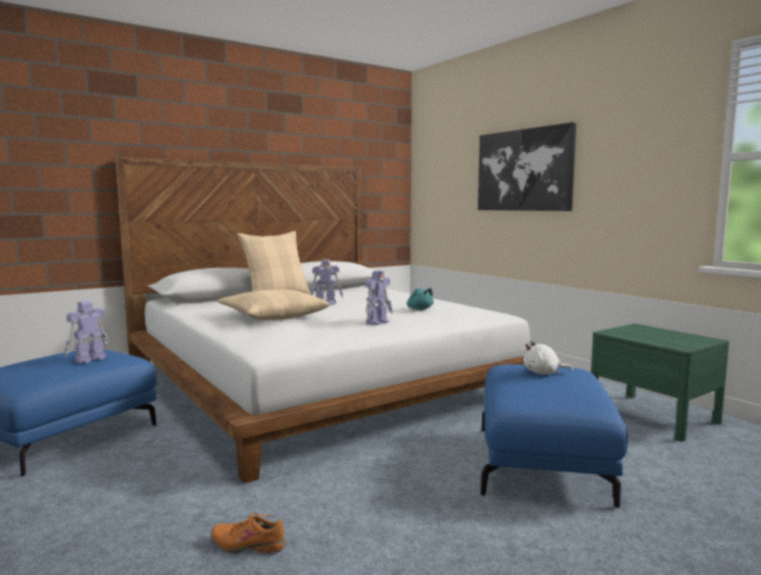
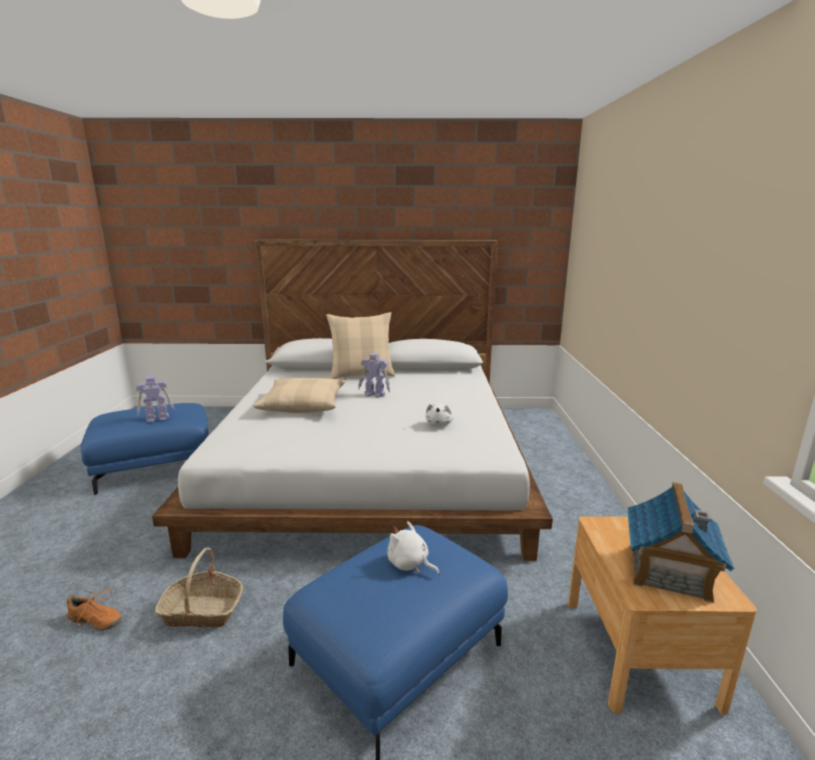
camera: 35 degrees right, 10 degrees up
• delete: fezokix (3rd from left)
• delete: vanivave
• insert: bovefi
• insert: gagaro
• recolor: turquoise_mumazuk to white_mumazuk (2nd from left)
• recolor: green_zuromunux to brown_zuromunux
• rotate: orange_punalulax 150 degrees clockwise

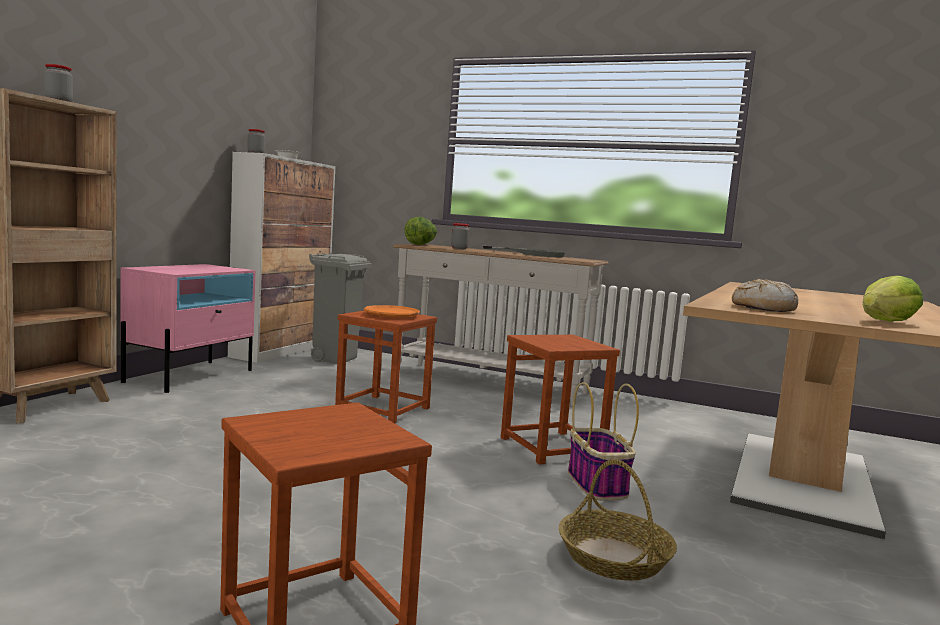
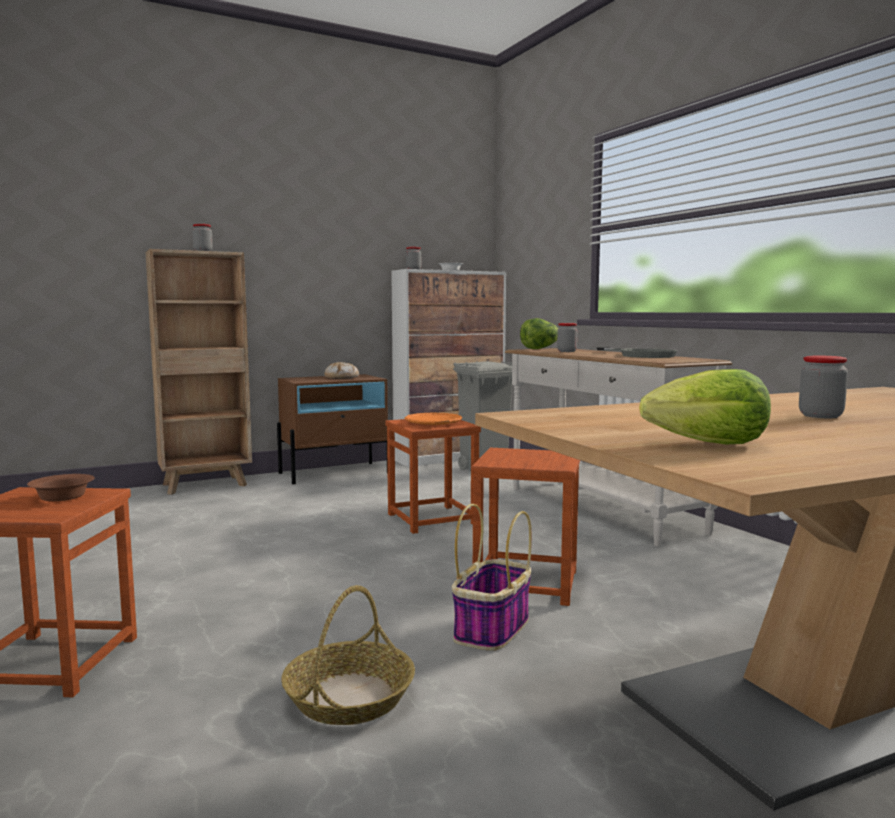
camera: 40 degrees right, 0 degrees up
• insert: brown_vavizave
• insert: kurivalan (4th from left)
• move: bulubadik
• recolor: pink_zuromunux to brown_zuromunux

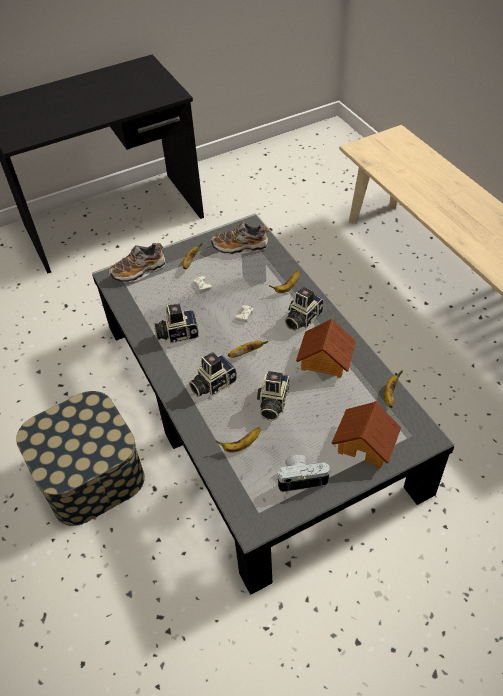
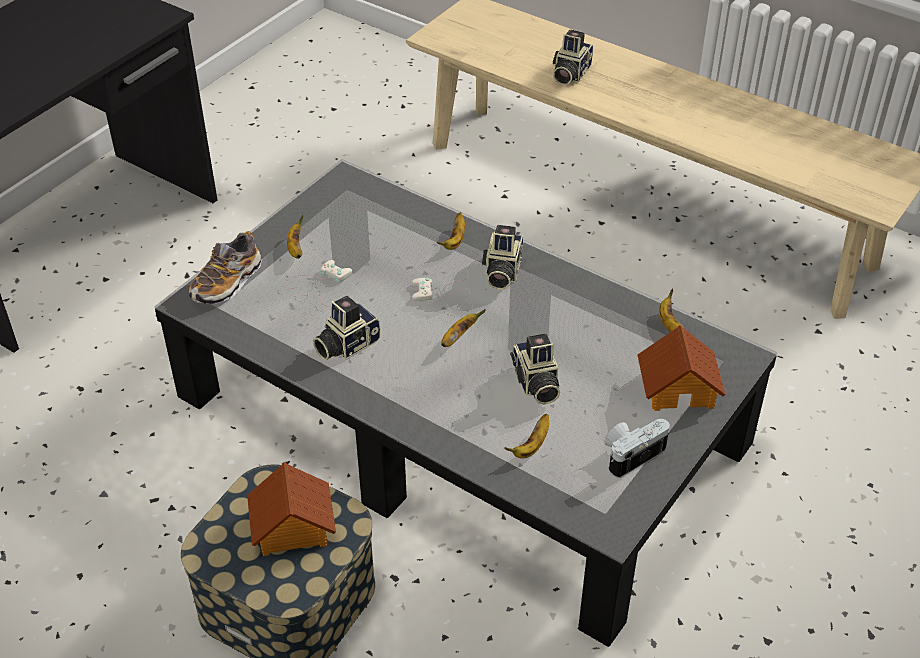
camera: 30 degrees left, 5 degrees down
• delete: punalulax (2nd from left)
• move: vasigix (2nd from left in the first image) to vasigix (4th from left)
• move: gagaro (1st from left)

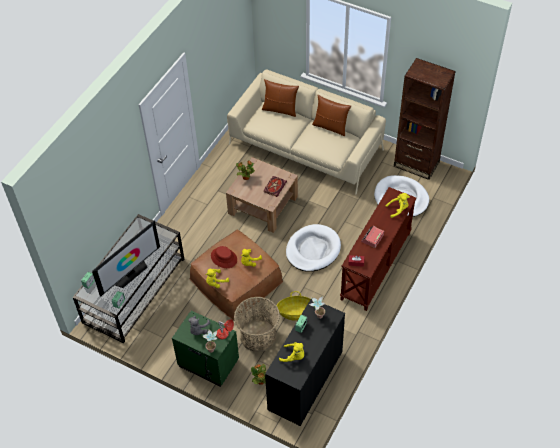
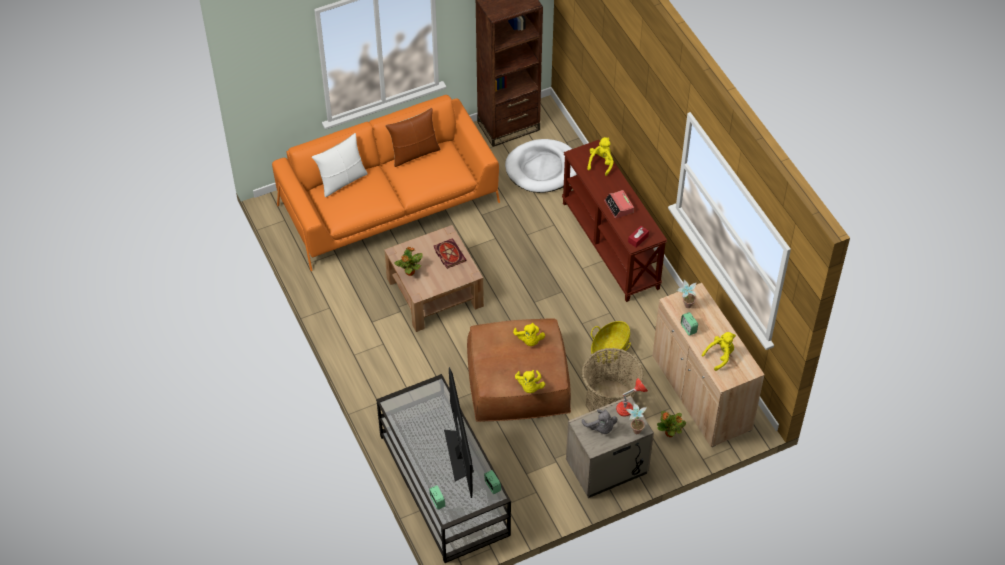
camera: 55 degrees left, 0 degrees up
• delete: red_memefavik
• delete: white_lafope (1st from left)
• recolor: green_zuromunux to beige_zuromunux
• recolor: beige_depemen to orange_depemen
• recolor: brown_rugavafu (1st from left) to white_rugavafu
• recolor: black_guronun to beige_guronun

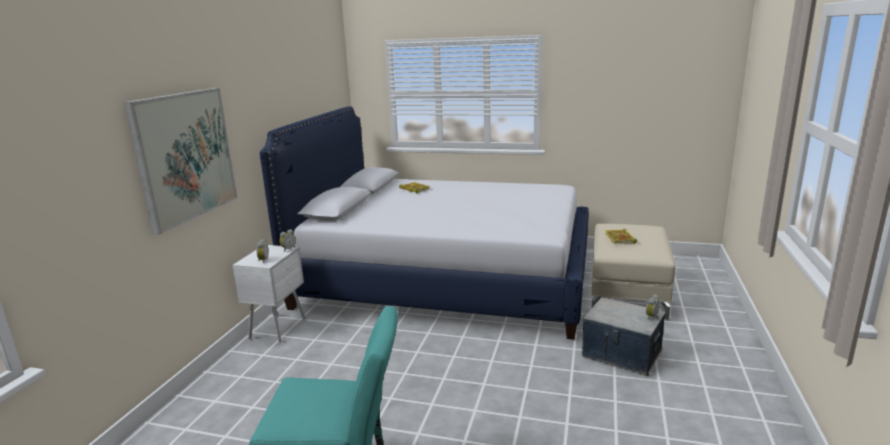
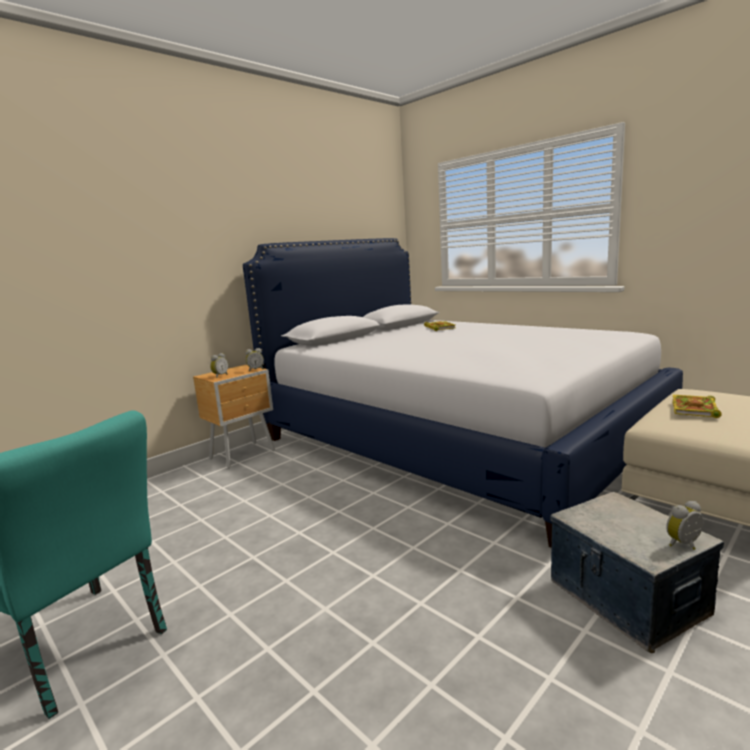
camera: 30 degrees right, 5 degrees down
• delete: vanivave
• recolor: white_zuromunux to brown_zuromunux

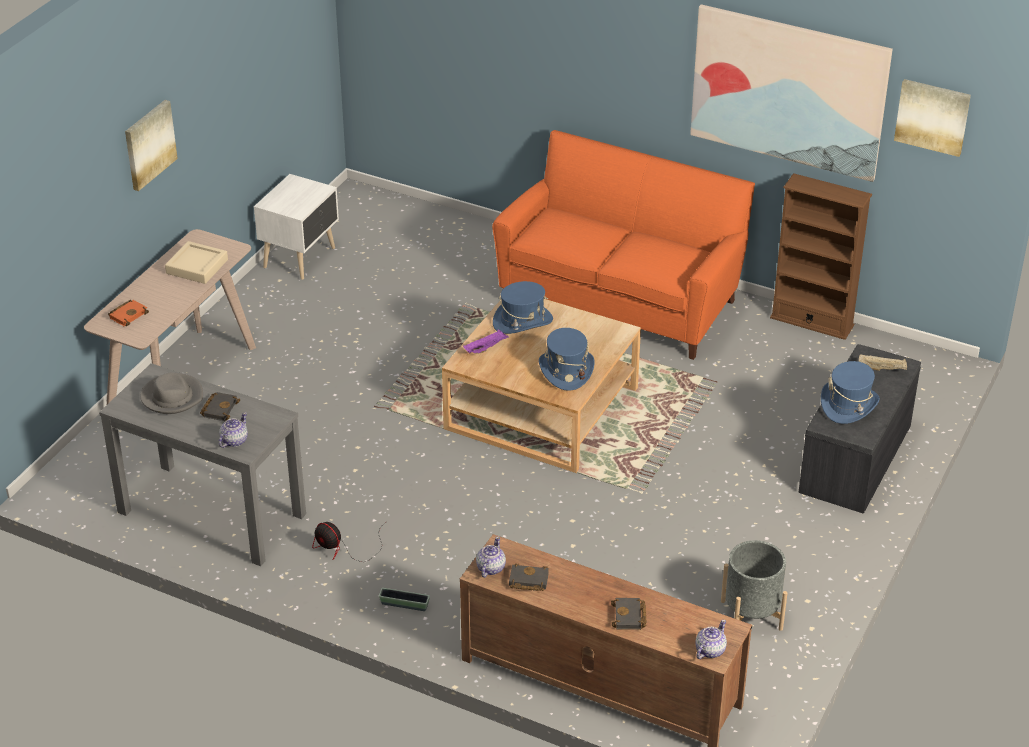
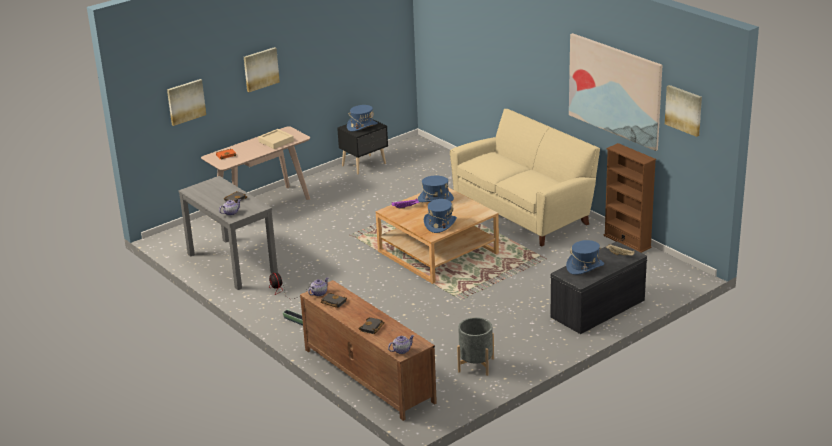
camera: 25 degrees right, 10 degrees down
• delete: grey_memefavik
• insert: vanivave (1st from left)
• insert: blue_memefavik (1st from left)
• recolor: white_zuromunux to black_zuromunux
• recolor: orange_depemen to beige_depemen

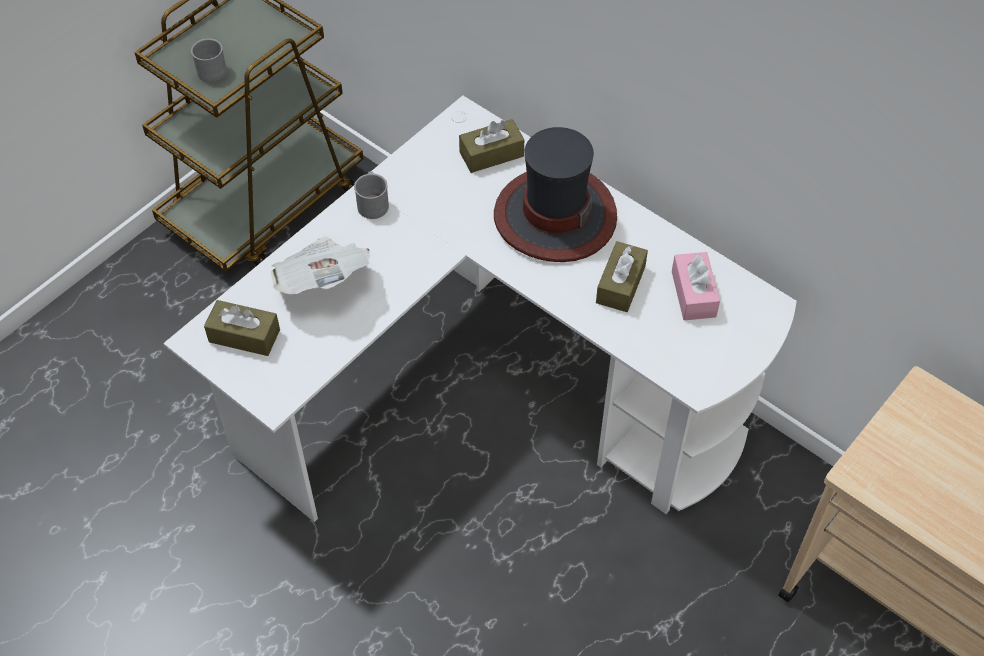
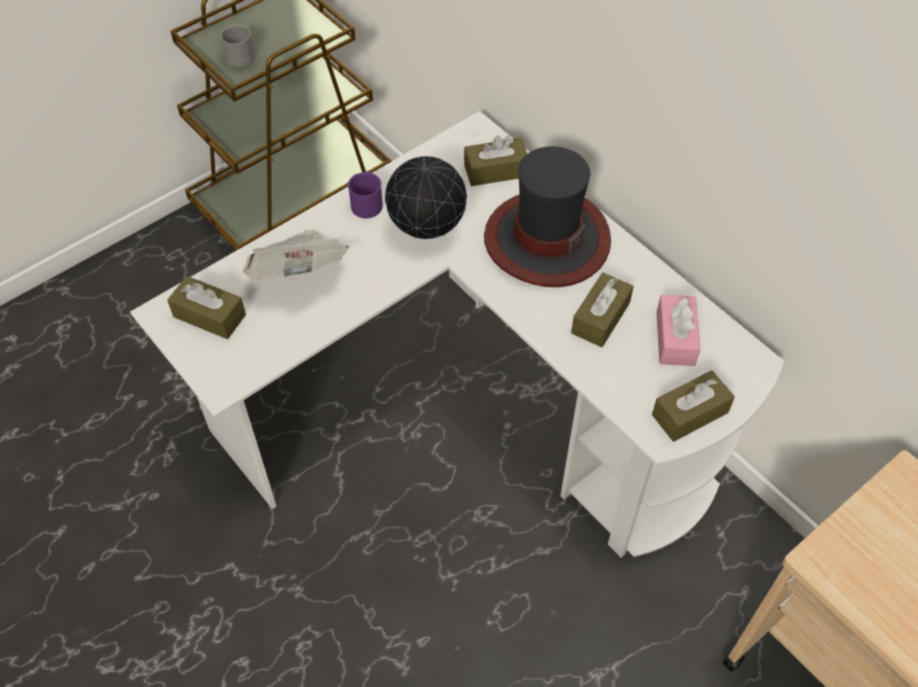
camera: 10 degrees right, 0 degrees up
• insert: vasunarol
• insert: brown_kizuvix (4th from left)
• recolor: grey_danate (2nd from left) to purple_danate

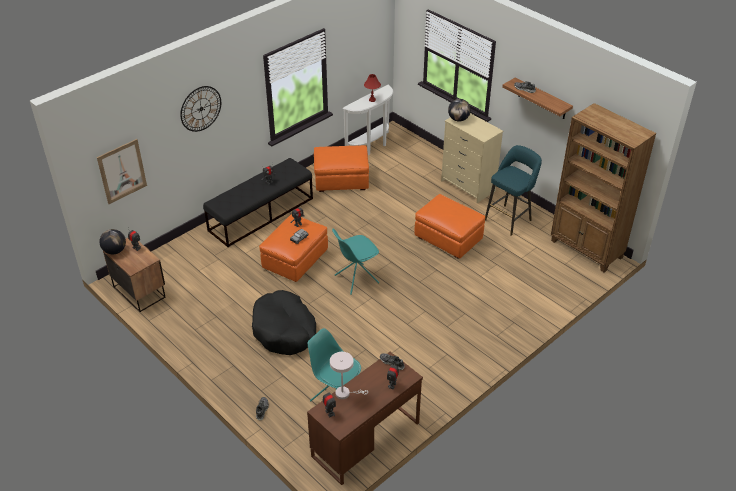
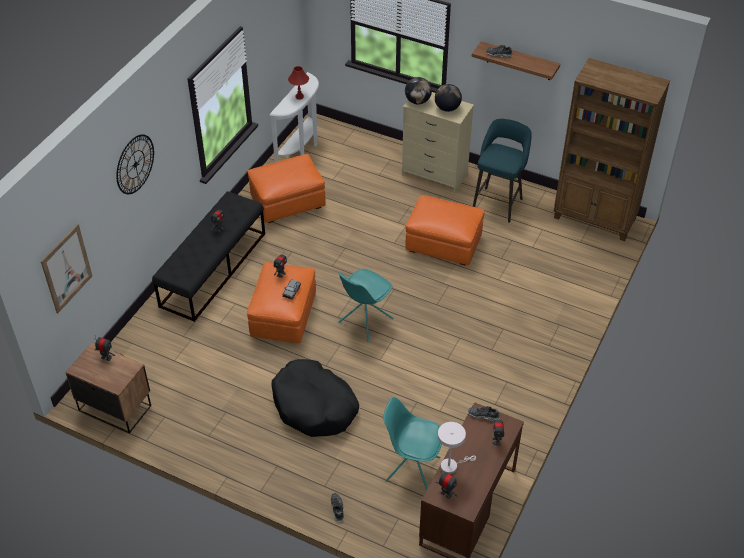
camera: 20 degrees left, 5 degrees up
• move: vasunarol (1st from left in the first image) to vasunarol (2nd from left)

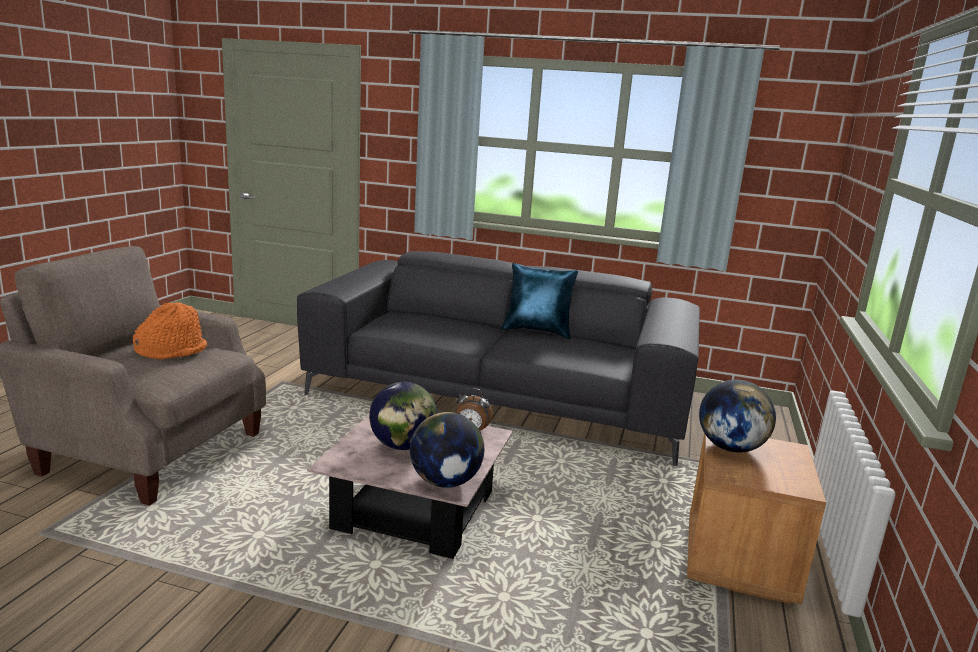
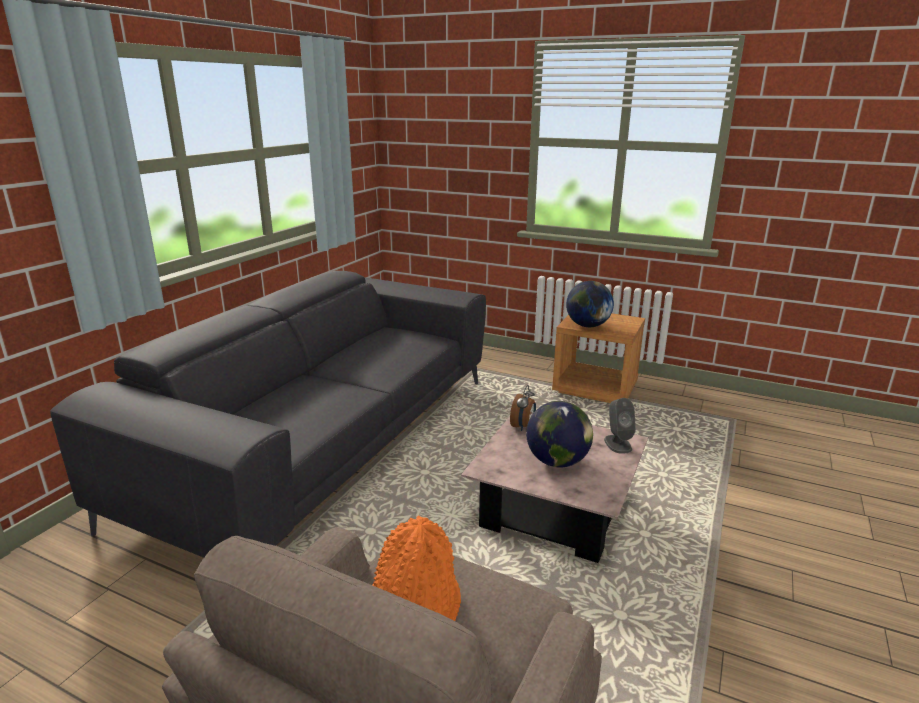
camera: 80 degrees left, 5 degrees up
• delete: blue_rugavafu
• replace: vasunarol (2nd from left) to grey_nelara

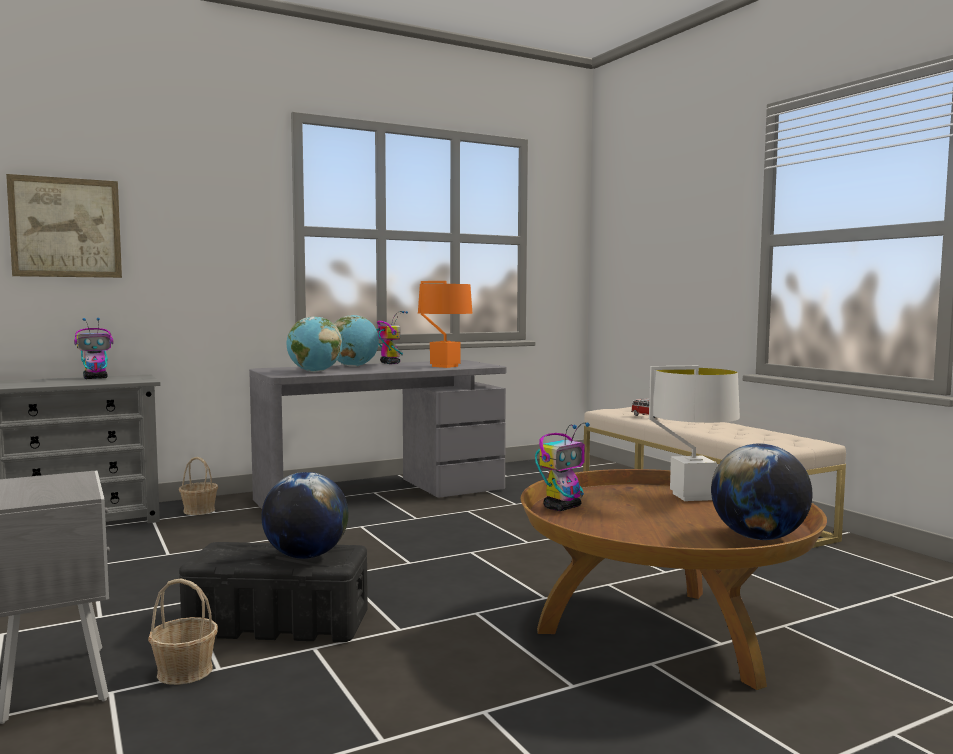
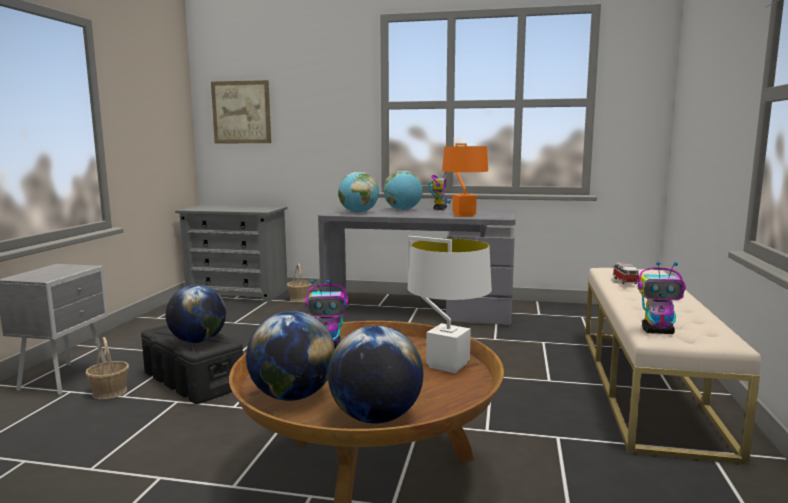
camera: 40 degrees right, 5 degrees up
• insert: vasunarol (2nd from left)
• move: fezokix (1st from left in the first image) to fezokix (3rd from left)

